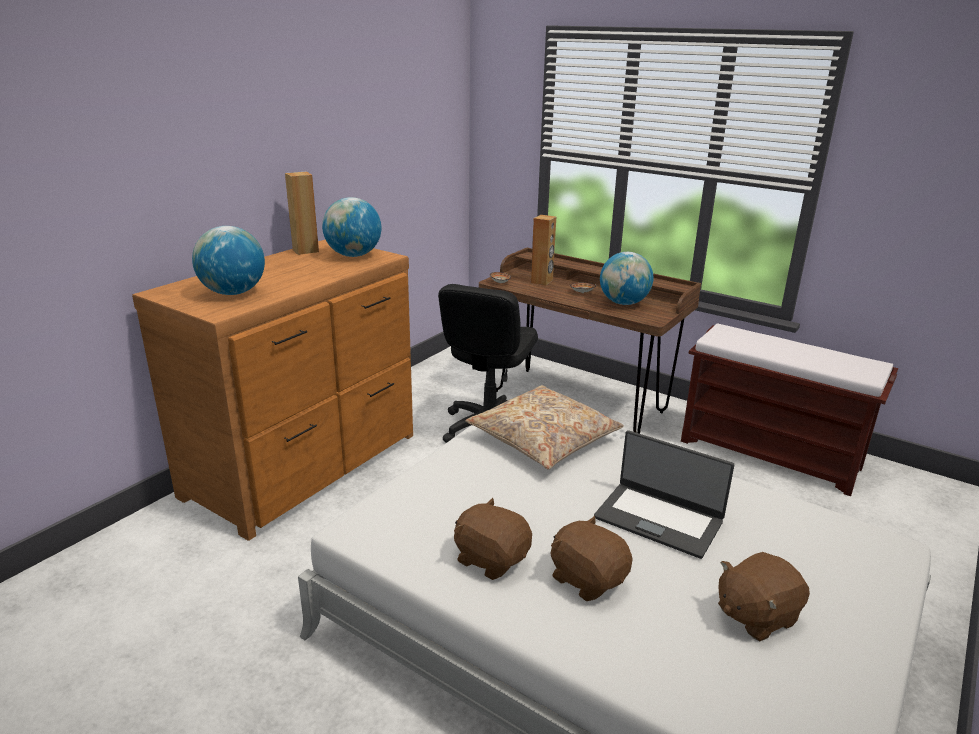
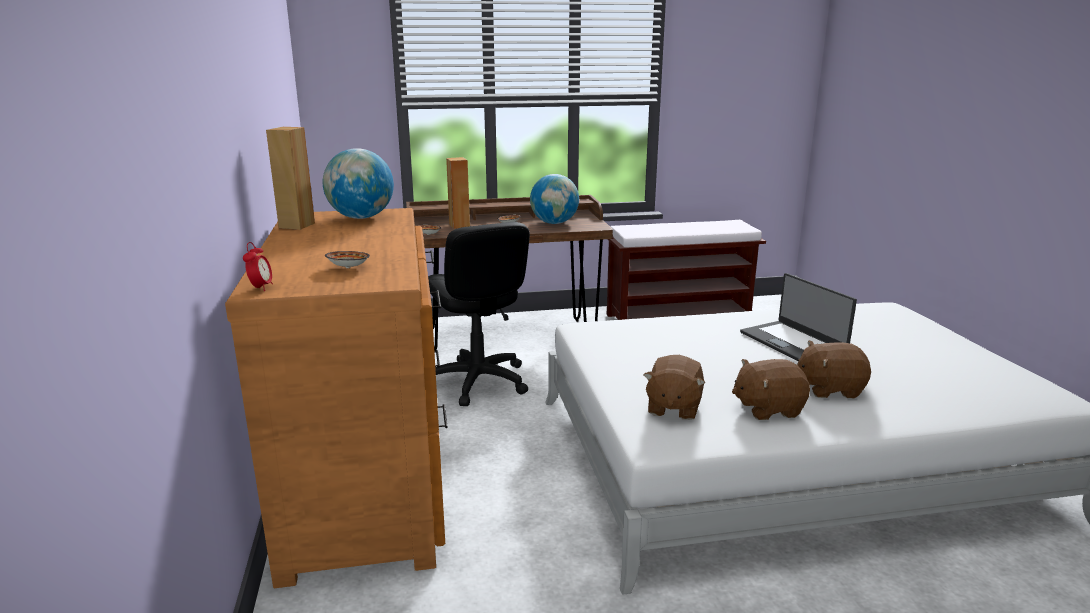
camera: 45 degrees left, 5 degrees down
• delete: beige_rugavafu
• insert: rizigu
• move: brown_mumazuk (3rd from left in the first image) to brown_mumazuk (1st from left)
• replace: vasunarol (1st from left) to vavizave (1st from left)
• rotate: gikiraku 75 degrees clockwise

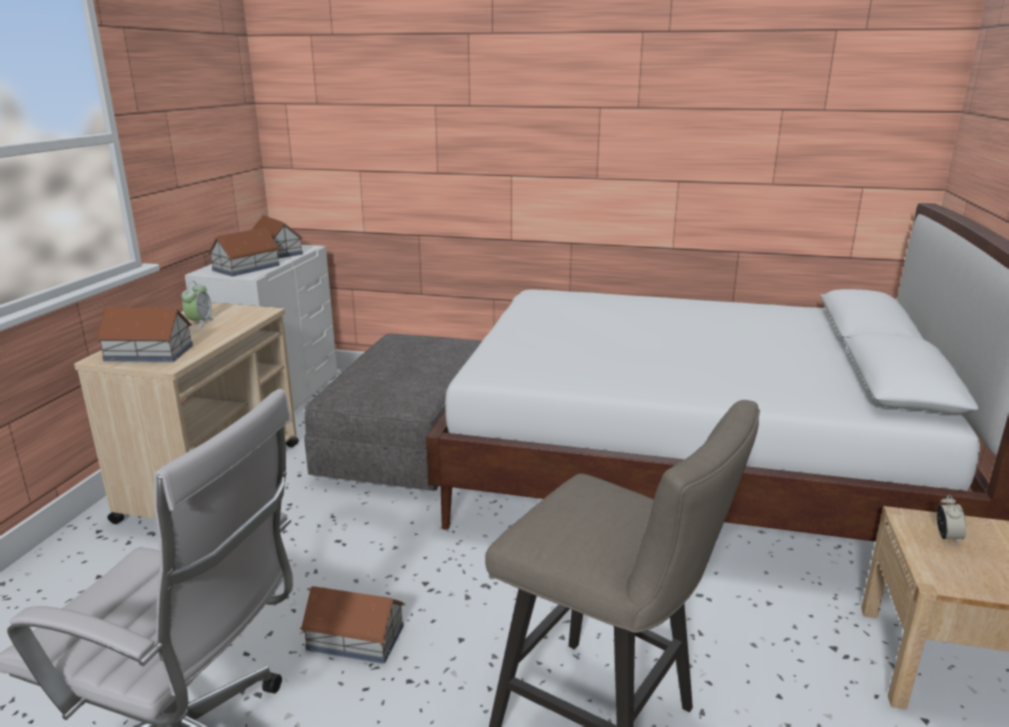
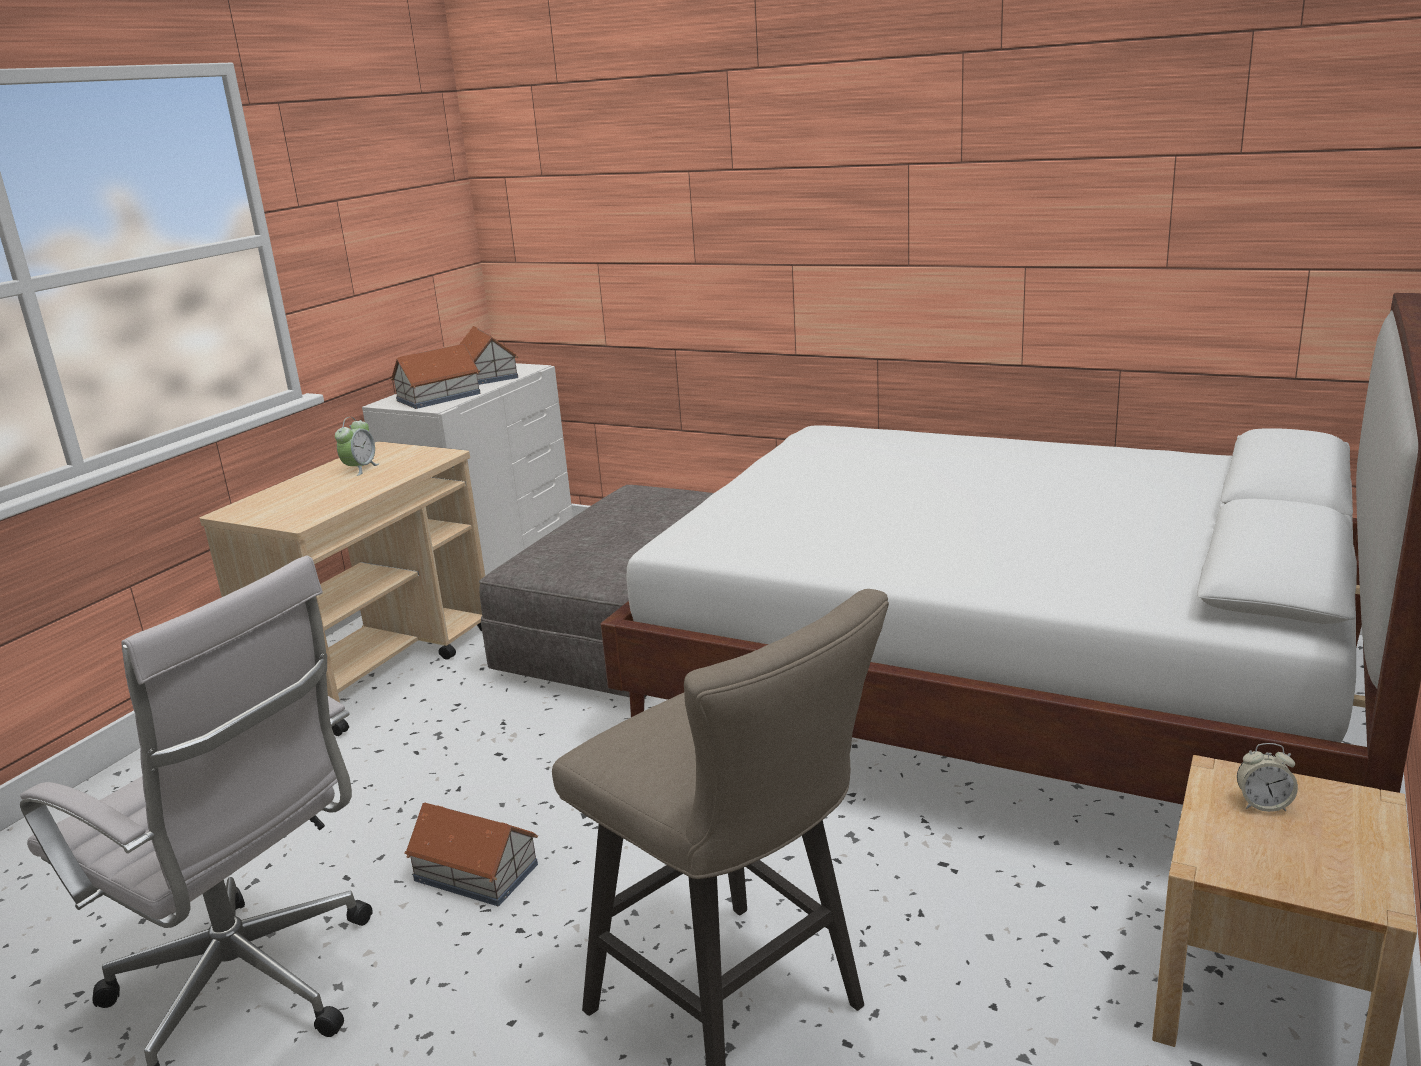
camera: 15 degrees right, 0 degrees up
• delete: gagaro (1st from left)
• rotate: rizigu (2nd from left) 75 degrees clockwise

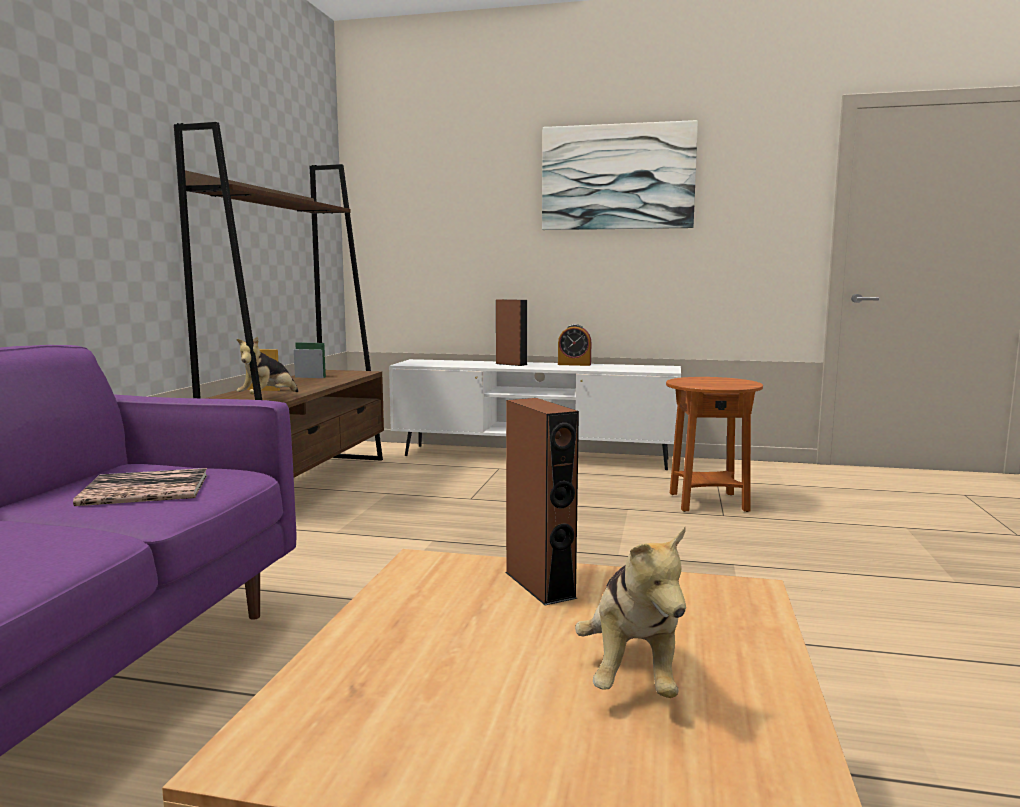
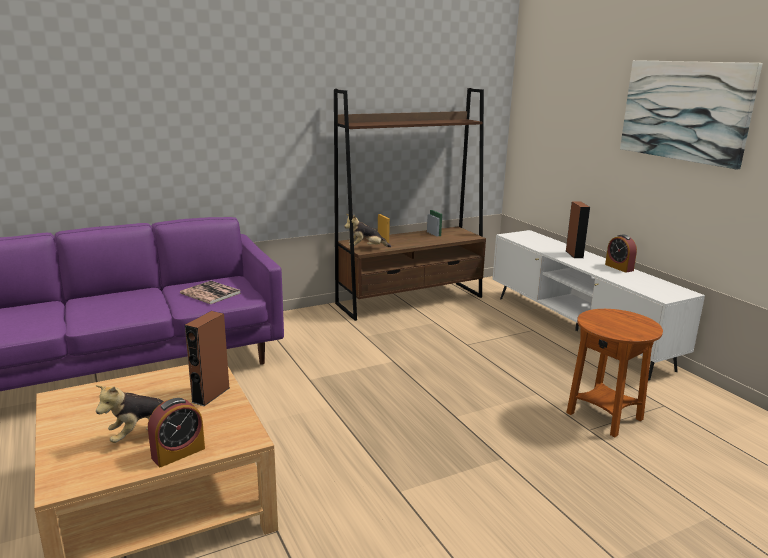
camera: 50 degrees right, 10 degrees up
• insert: rizigu (1st from left)

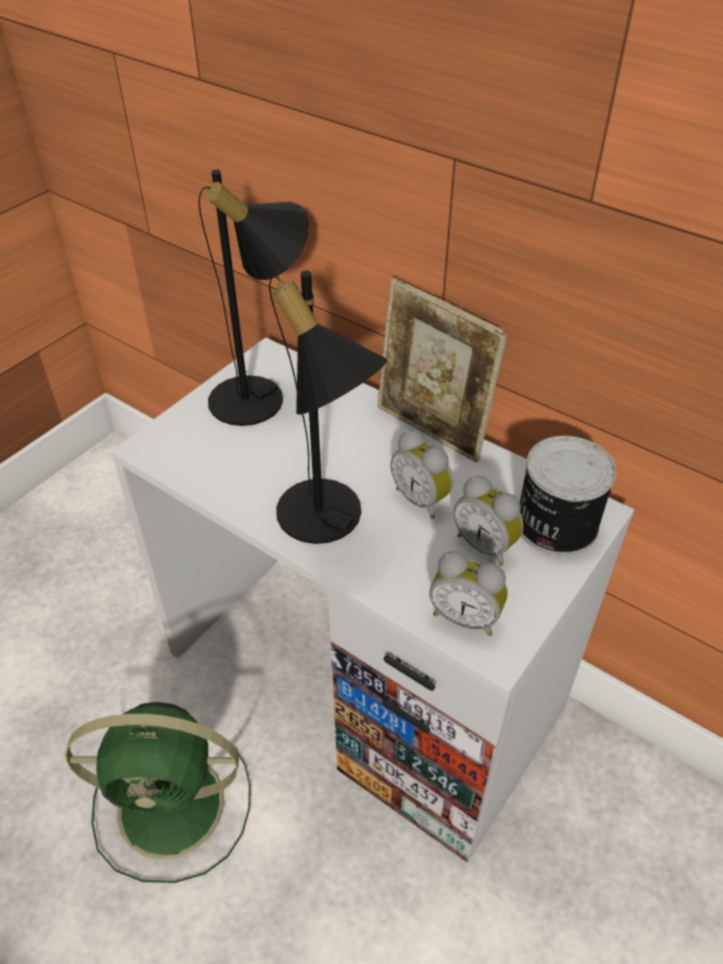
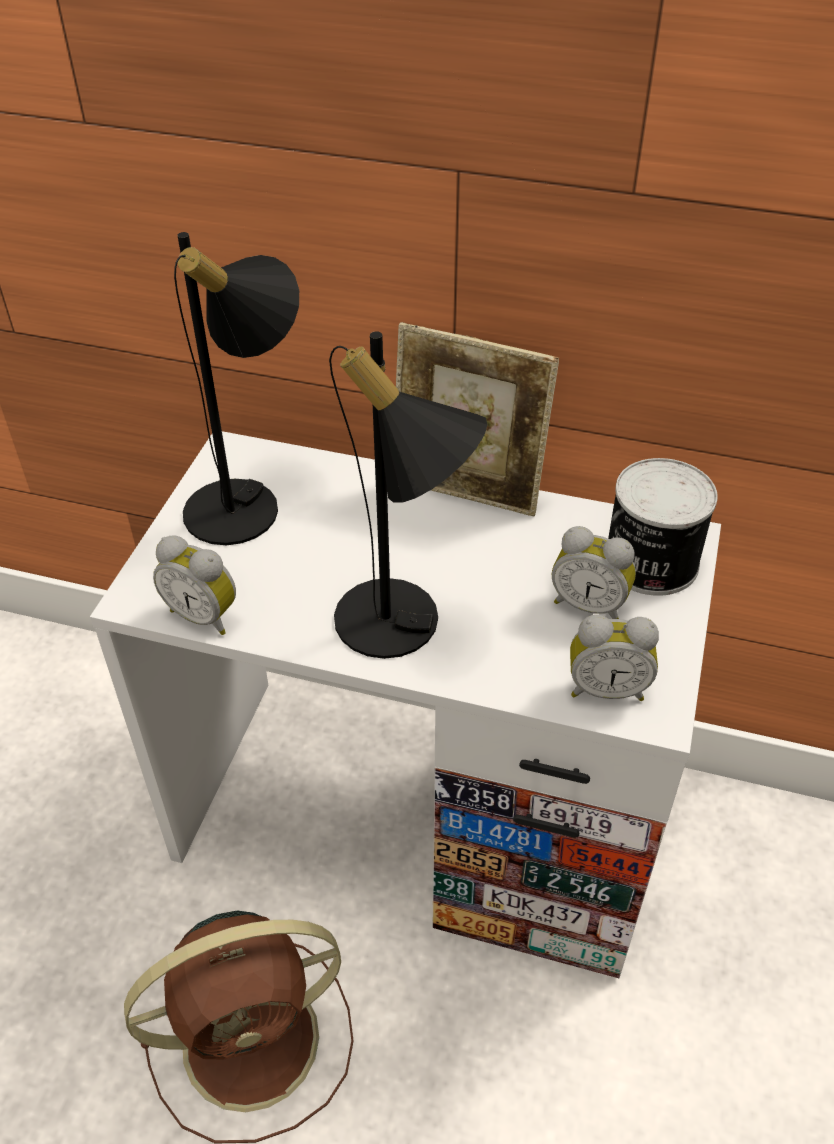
camera: 20 degrees left, 0 degrees up
• move: rizigu (1st from left)
• recolor: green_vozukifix to brown_vozukifix

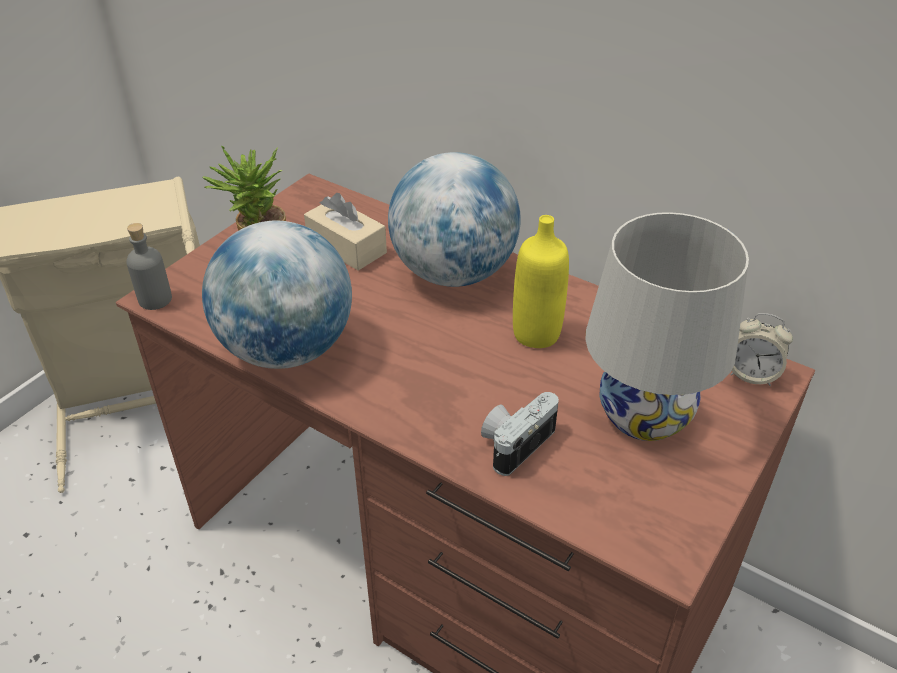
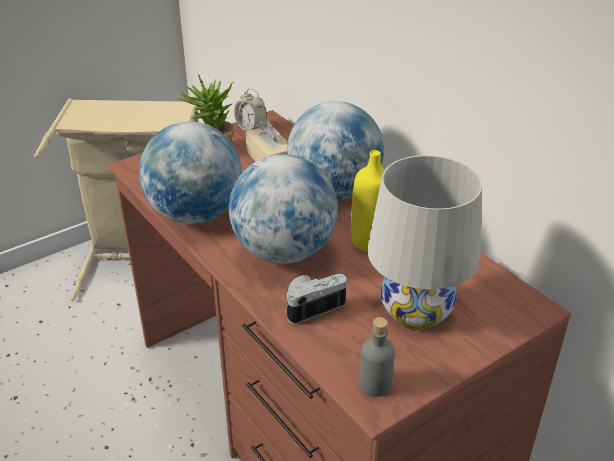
camera: 20 degrees right, 5 degrees down
• insert: vasunarol (2nd from left)
• move: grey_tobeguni
• move: rizigu

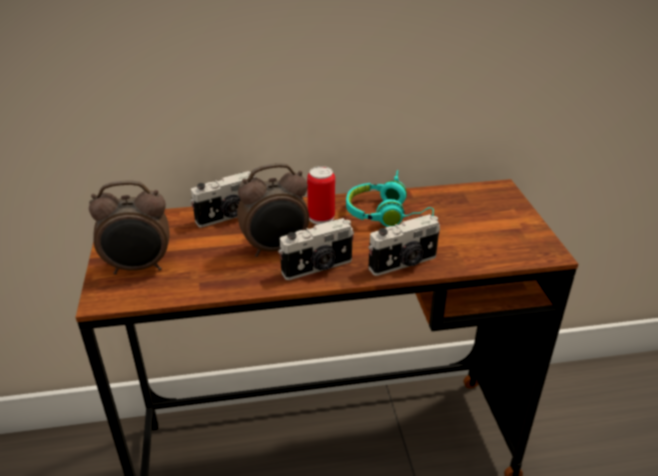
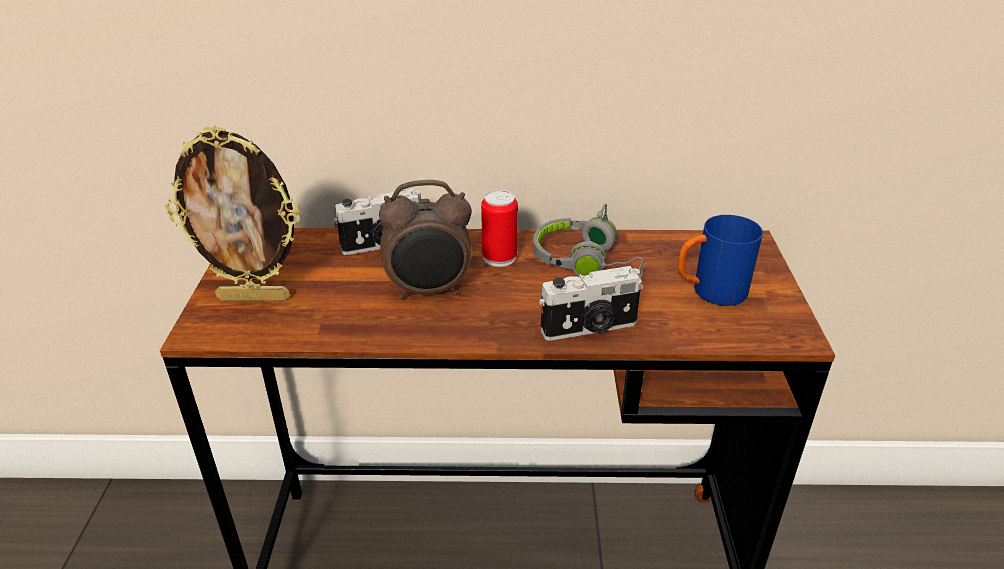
camera: 10 degrees right, 0 degrees up
• delete: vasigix (2nd from left)
• insert: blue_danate
• replace: rizigu (1st from left) to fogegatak
• recolor: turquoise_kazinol to grey_kazinol

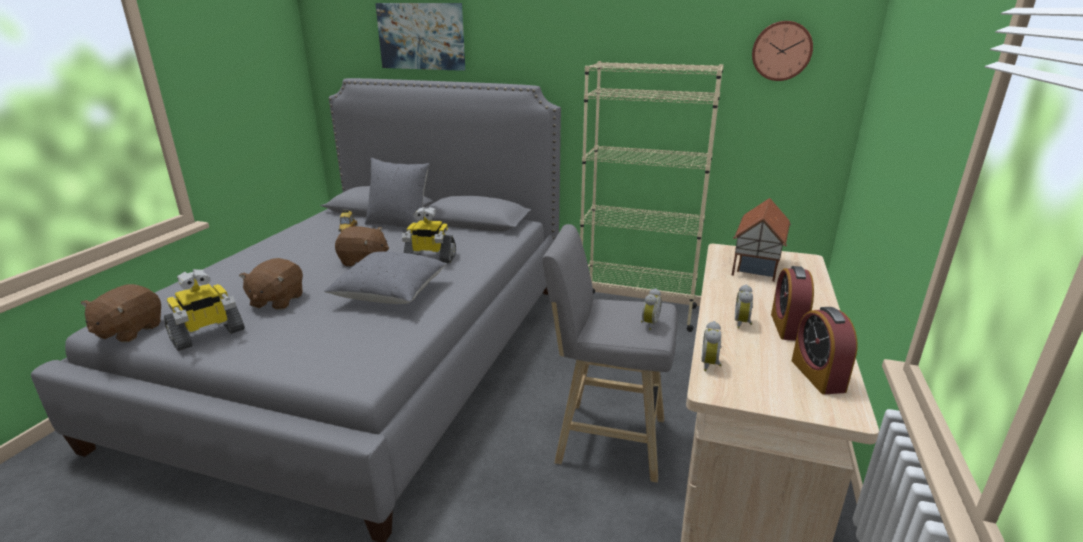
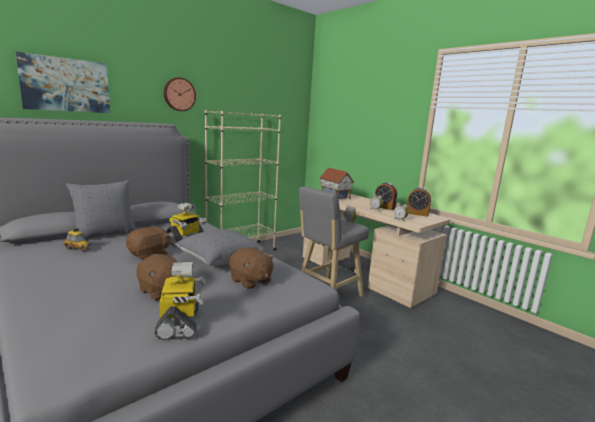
camera: 60 degrees left, 10 degrees down
• move: brown_mumazuk (1st from left in the first image) to brown_mumazuk (3rd from left)
• move: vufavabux

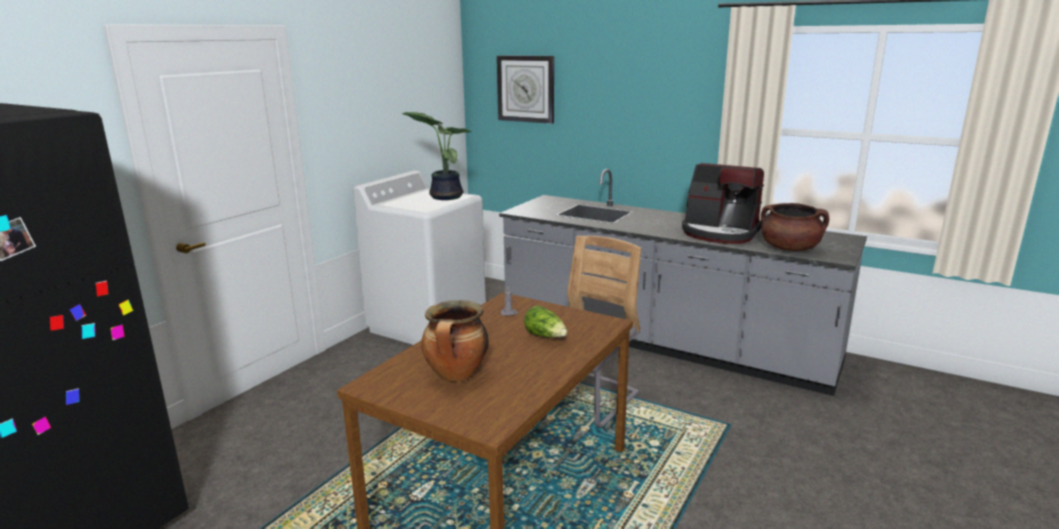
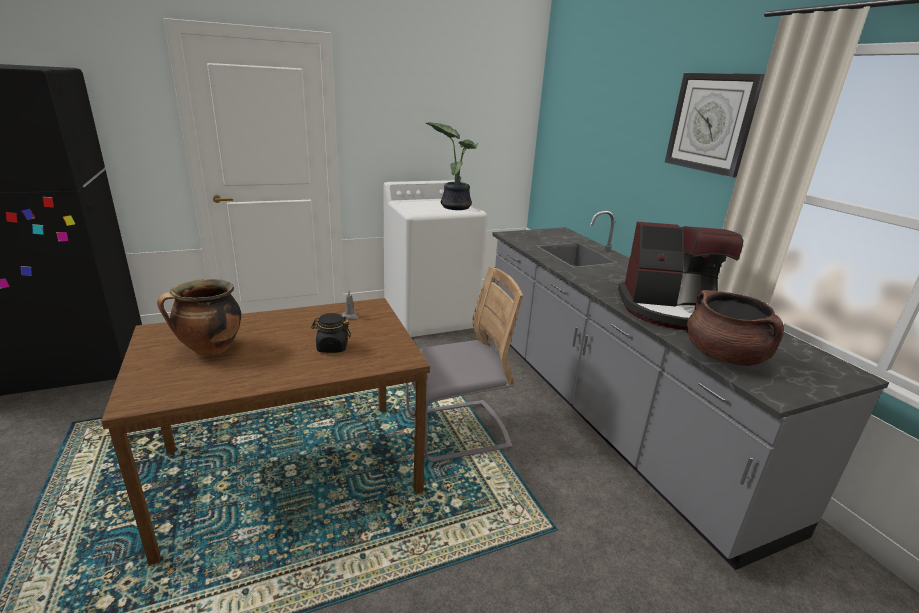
camera: 35 degrees right, 5 degrees up
• move: vufavabux
• replace: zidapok to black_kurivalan
• rotate: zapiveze 60 degrees counterclockwise

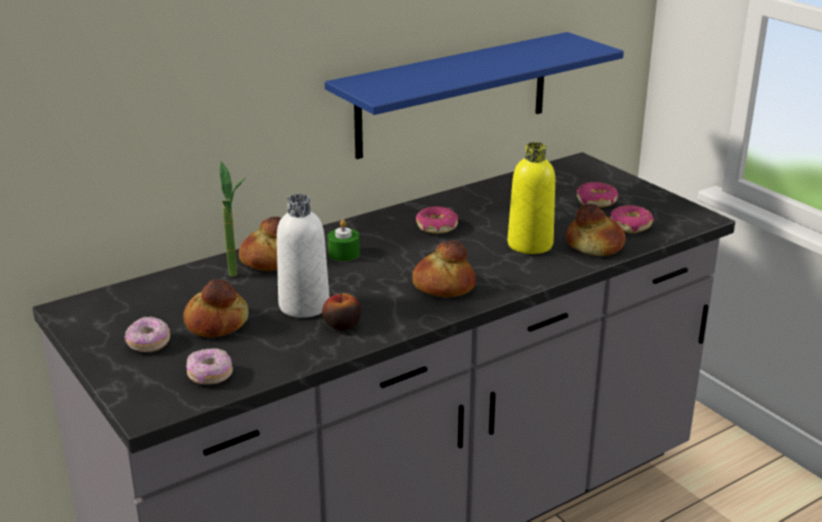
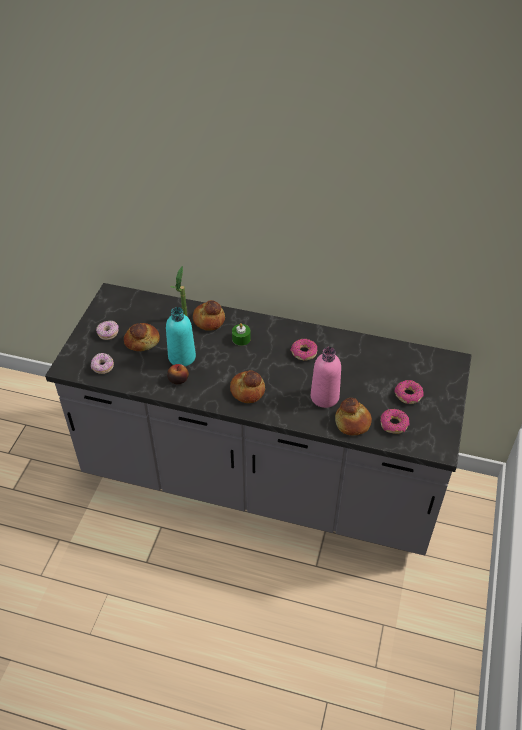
camera: 50 degrees right, 20 degrees up
• delete: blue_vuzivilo
• recolor: white_tobeguni to turquoise_tobeguni
• recolor: yellow_tobeguni to pink_tobeguni

